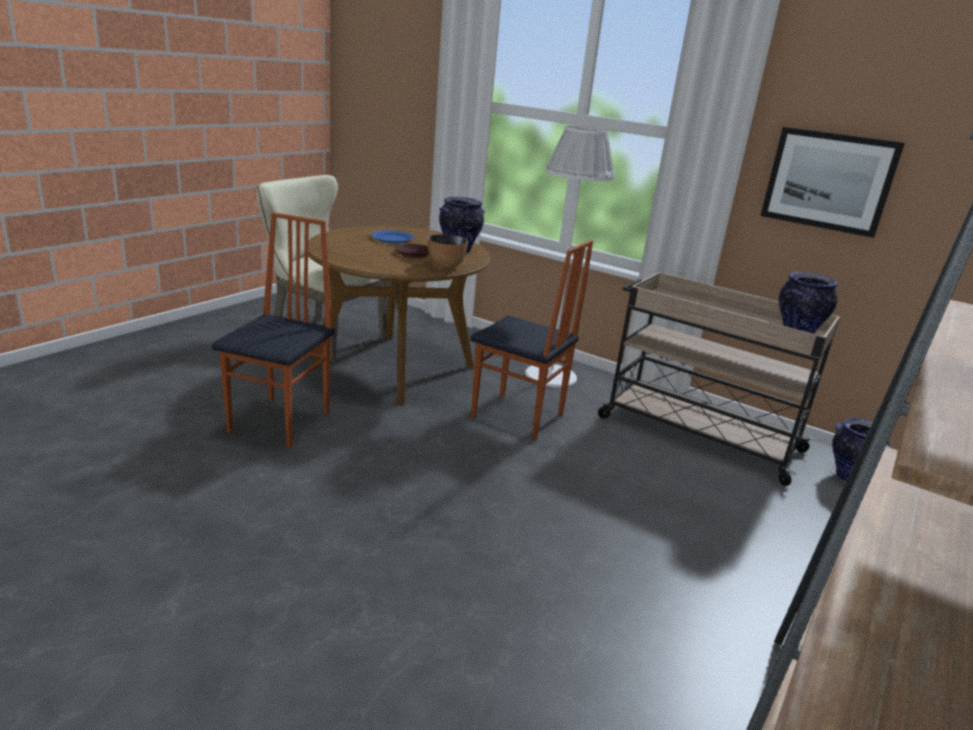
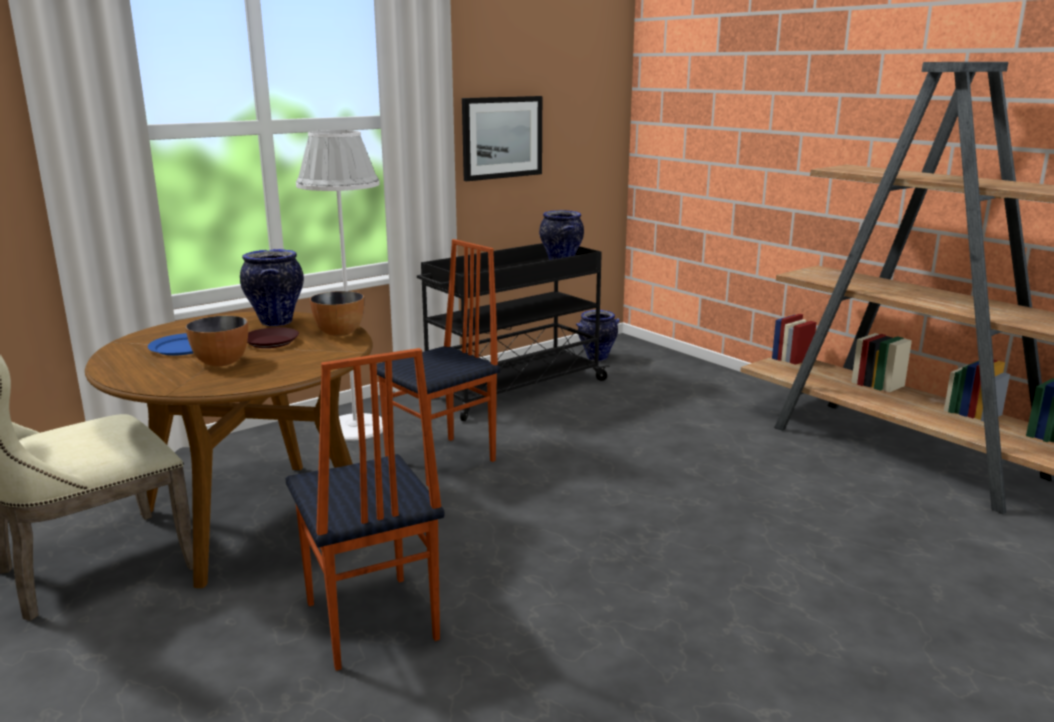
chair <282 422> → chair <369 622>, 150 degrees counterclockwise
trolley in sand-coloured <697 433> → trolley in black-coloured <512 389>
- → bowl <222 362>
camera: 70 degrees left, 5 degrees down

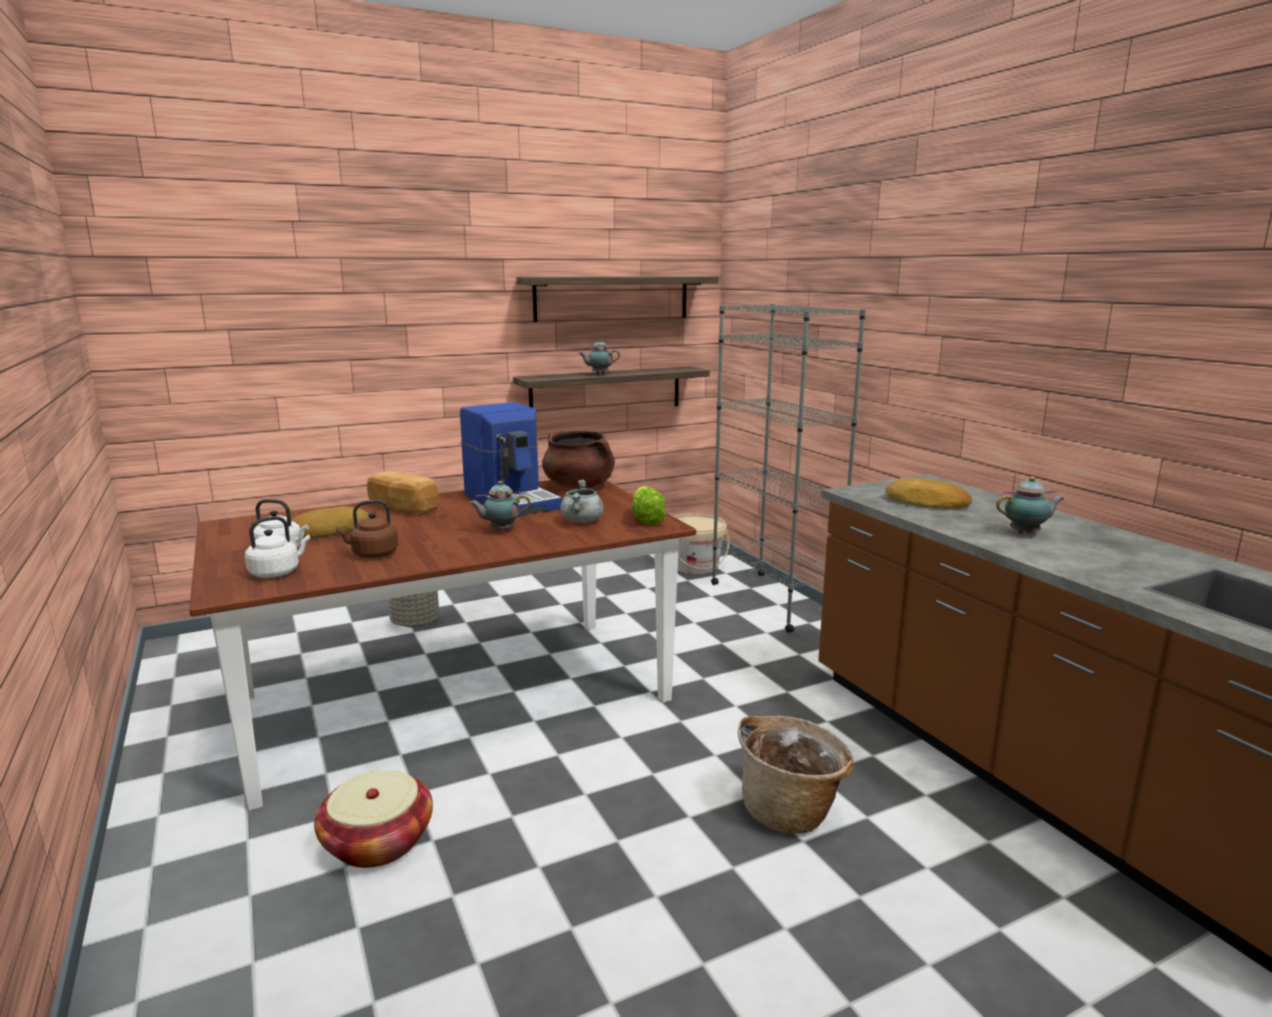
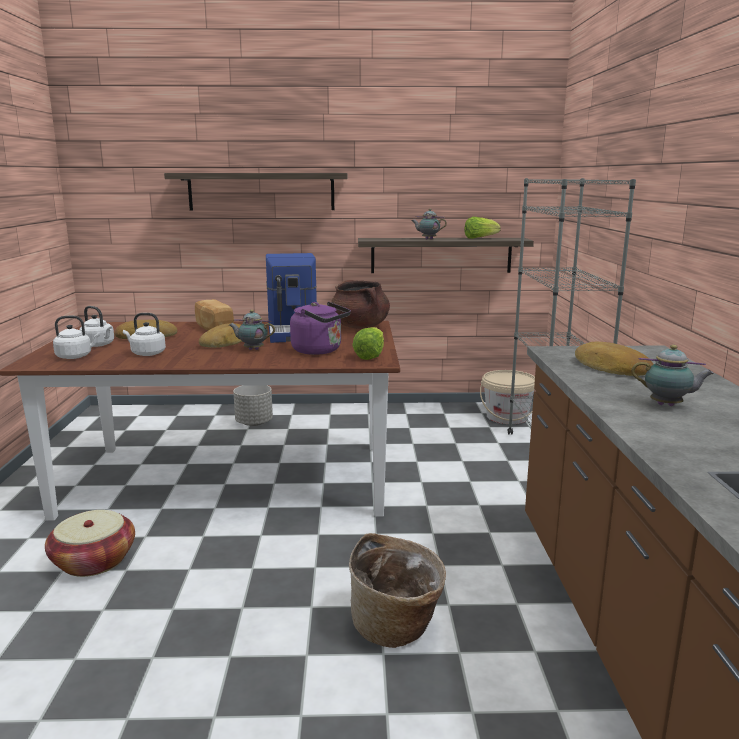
shelf <612 298> → shelf <261 191>, moved
cooking pot in grey <582 521> → kettle in purple-coloured <320 351>
kettle in brownish <372 554> → kettle in white <146 353>
- → lettuce <479 238>
- → bakery bread <226 342>
camera: 25 degrees right, 0 degrees up

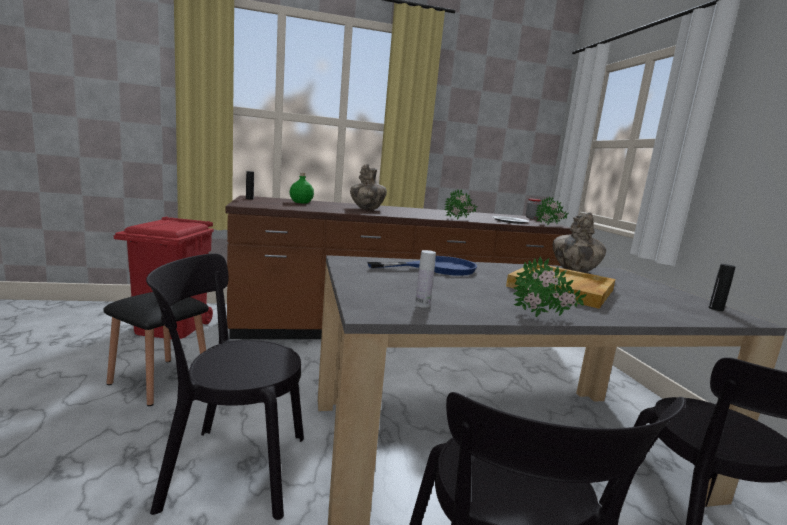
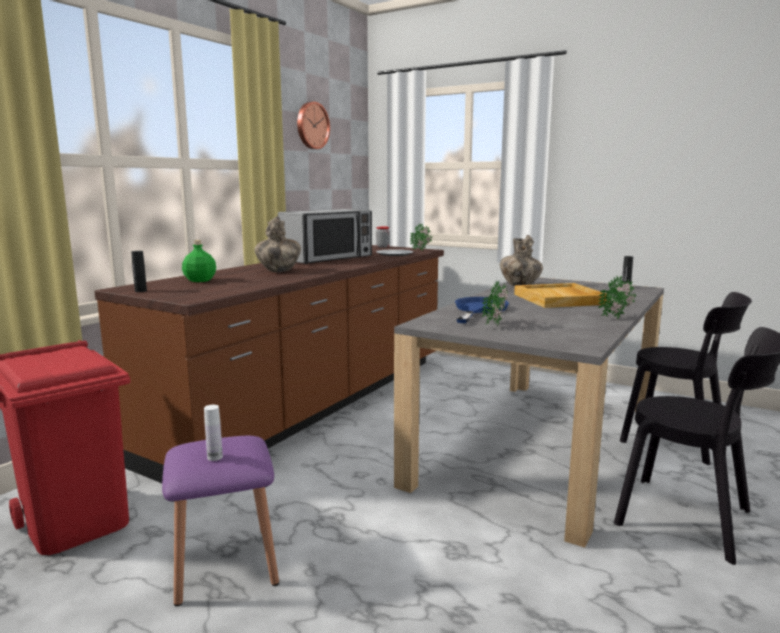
houseplant <460 219> → houseplant <496 324>, moved
beverage bottle in white <422 305> → beverage bottle in white <215 457>, moved
chair in black-coloured <229 469> → -
sitting stool in black-coloured <160 381> → sitting stool in purple-coloured <225 564>
- → hanging clock <311 125>
- → microwave oven <327 258>
camera: 45 degrees left, 0 degrees up

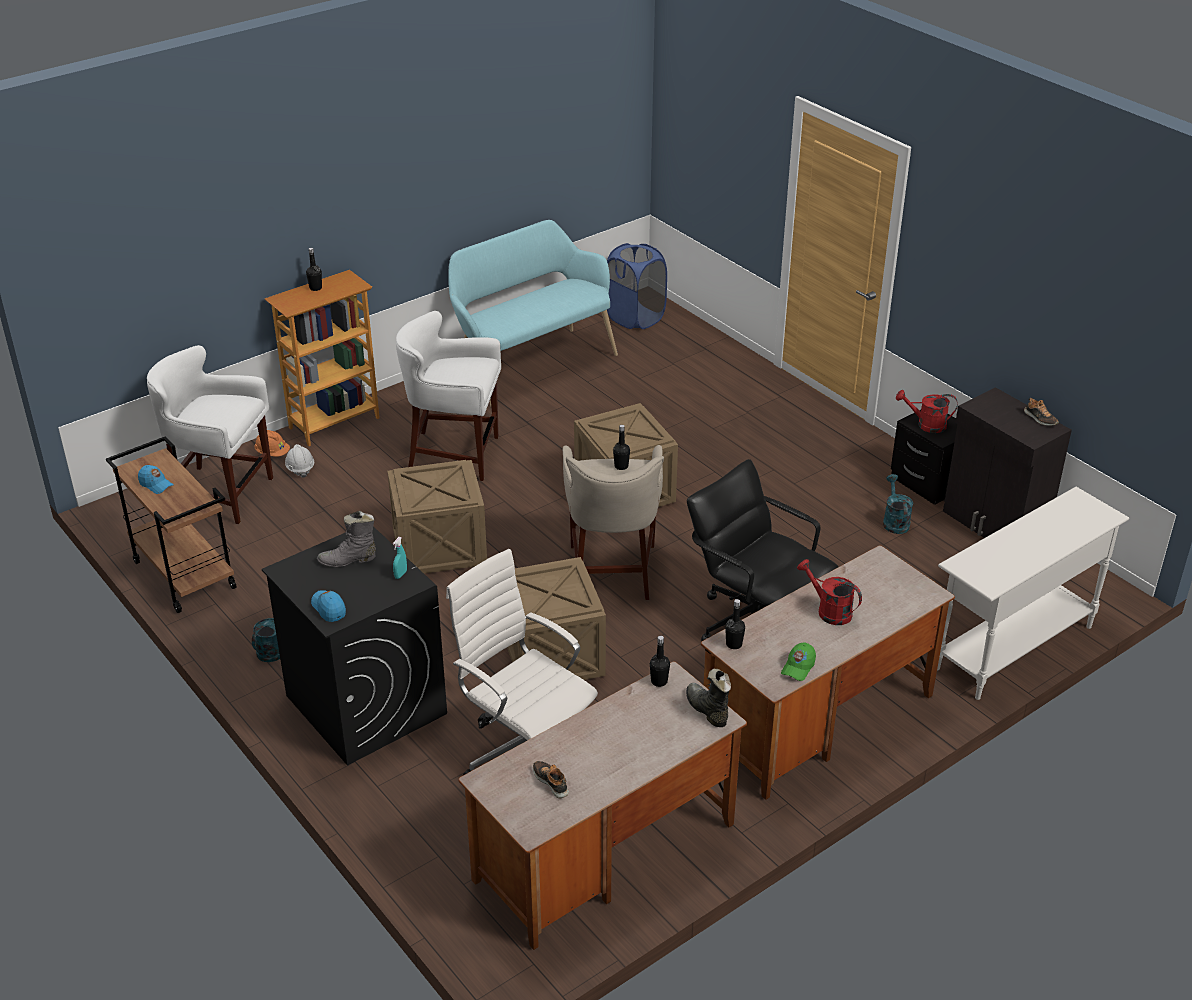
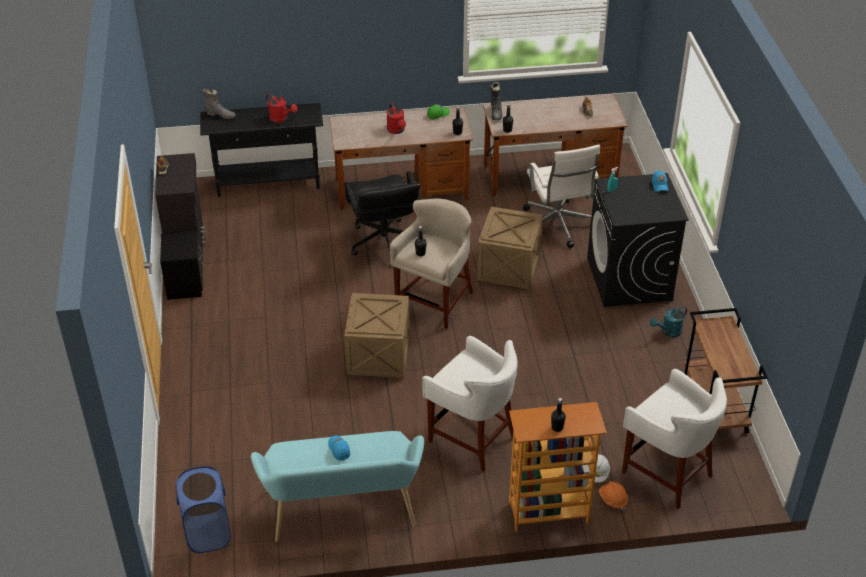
sprinkling can in red-coloured <926 425> → sprinkling can in red-coloured <281 119>, moved
shipping crate <438 548> → -
cap in bluish <156 484> → cap in bluish <339 449>, moved
sprinkling can in turquoise <894 521> → -
narrow table in white <1013 647> → narrow table in black-coloured <268 183>
boot in grey <348 560> → boot in grey <220 115>, moved
camera: 150 degrees left, 5 degrees up

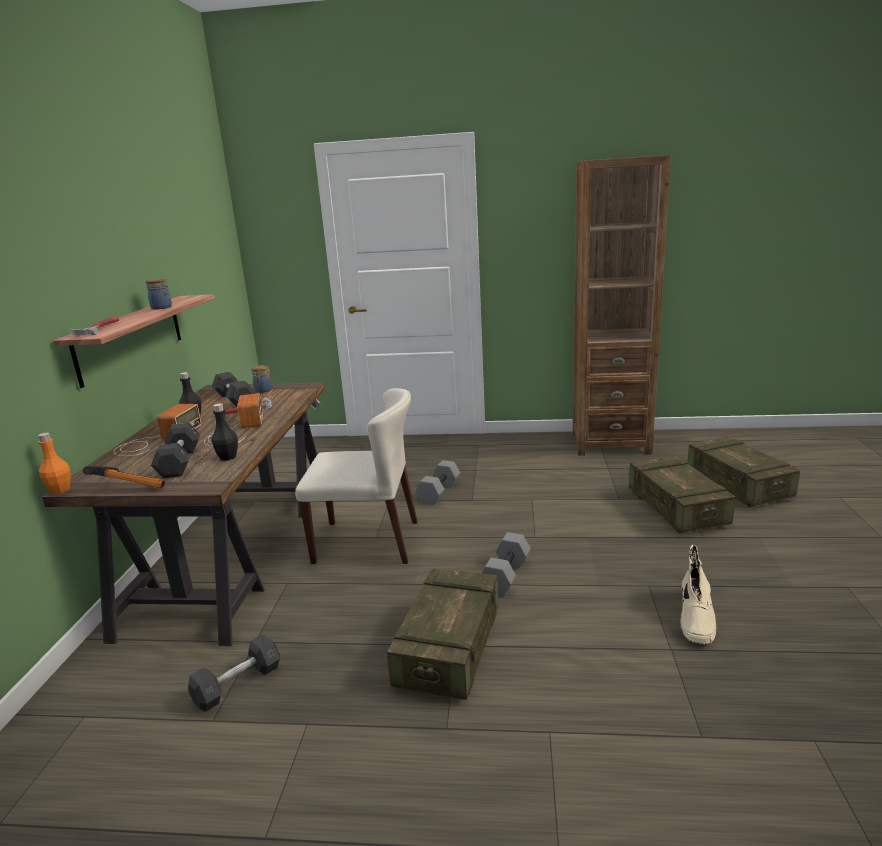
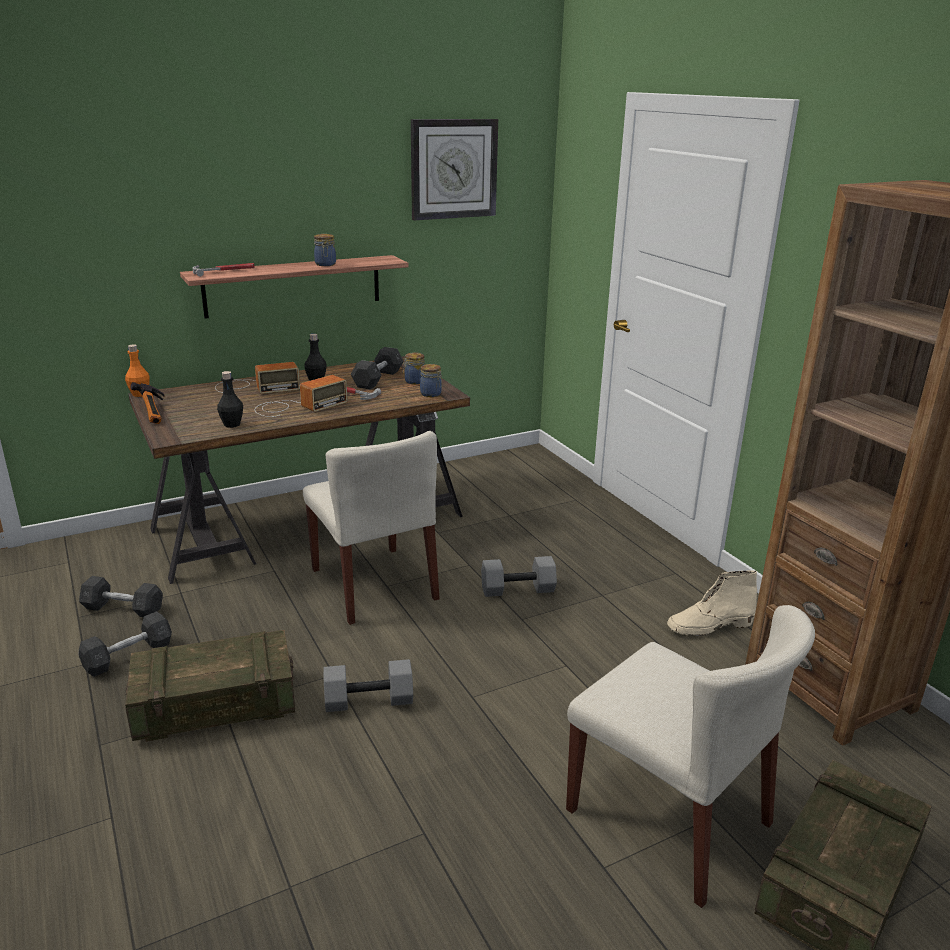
dumbbell in grey <180 462> → dumbbell in grey <128 656>, moved
shipping crate <676 509> → chair in sand-coloured <670 817>
boot in sand-coloured <696 618> → boot in sand-coloured <709 626>, moved
- → hanging clock <453 169>
- → storage jar <431 394>
camera: 55 degrees right, 5 degrees up

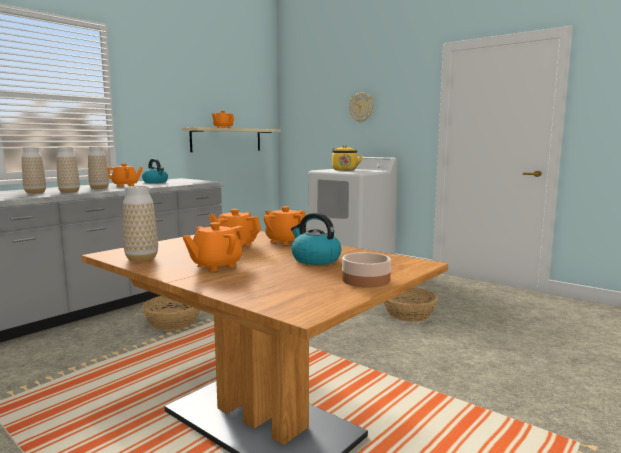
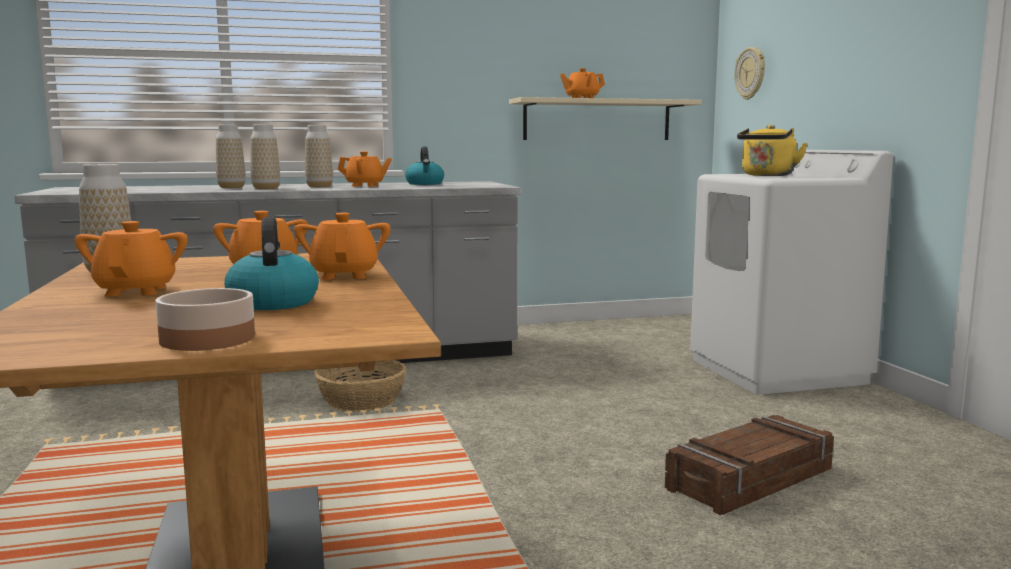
hanging clock <361 107> → hanging clock <751 73>, moved
tea pot in orangey <216 266> → tea pot in orangey <136 291>, 90 degrees clockwise
basket <409 314> → shipping crate <751 480>
camera: 35 degrees right, 0 degrees up

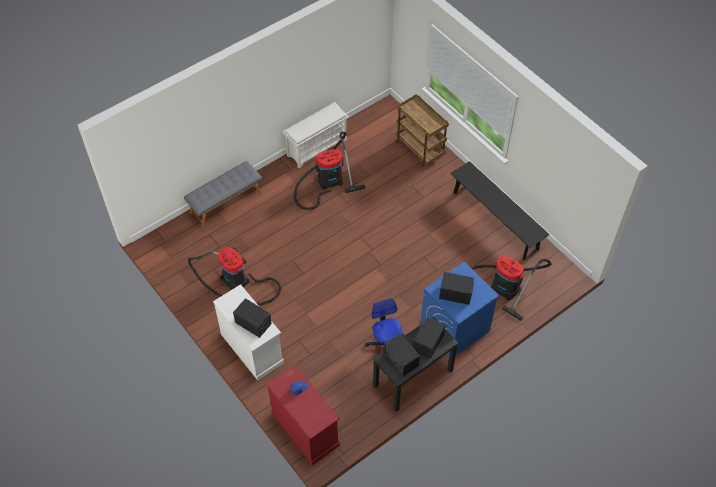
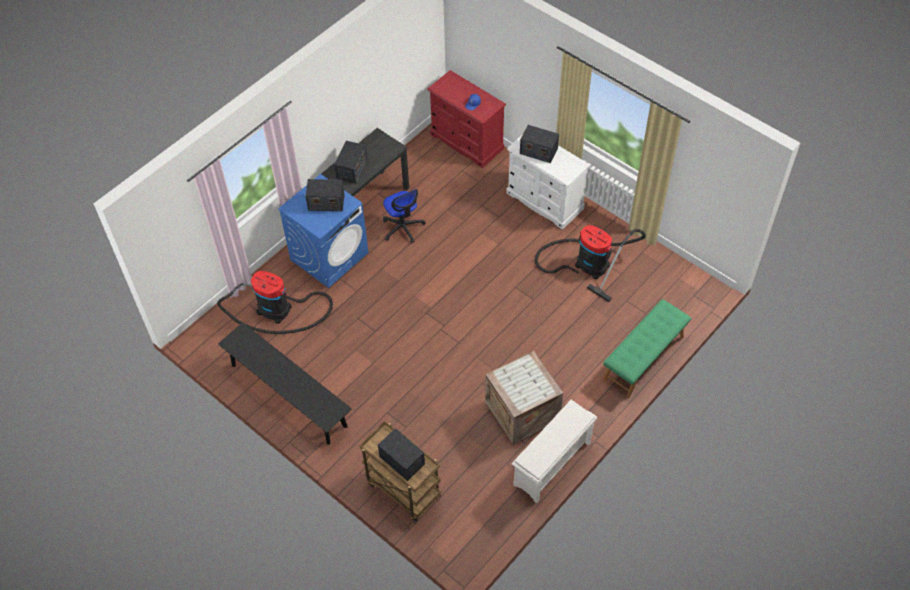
vacuum cleaner <327 181> → shipping crate <522 412>
indoor bench in grey <225 202> → indoor bench in greenish <644 358>
radio <401 359> → radio <402 460>, moved
camera: 170 degrees right, 0 degrees up

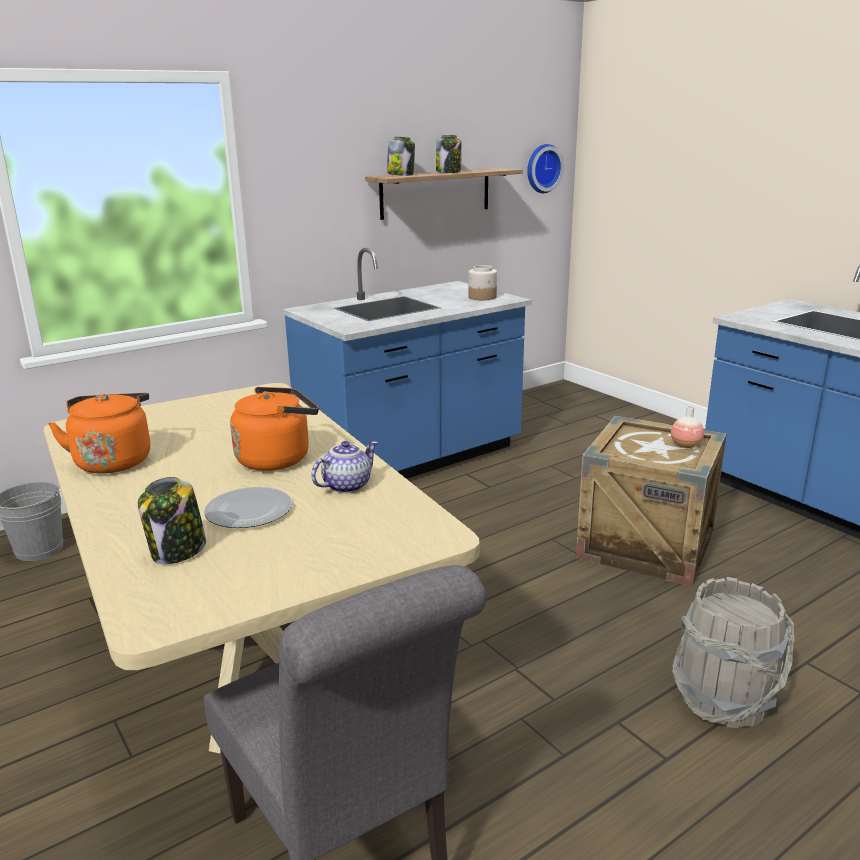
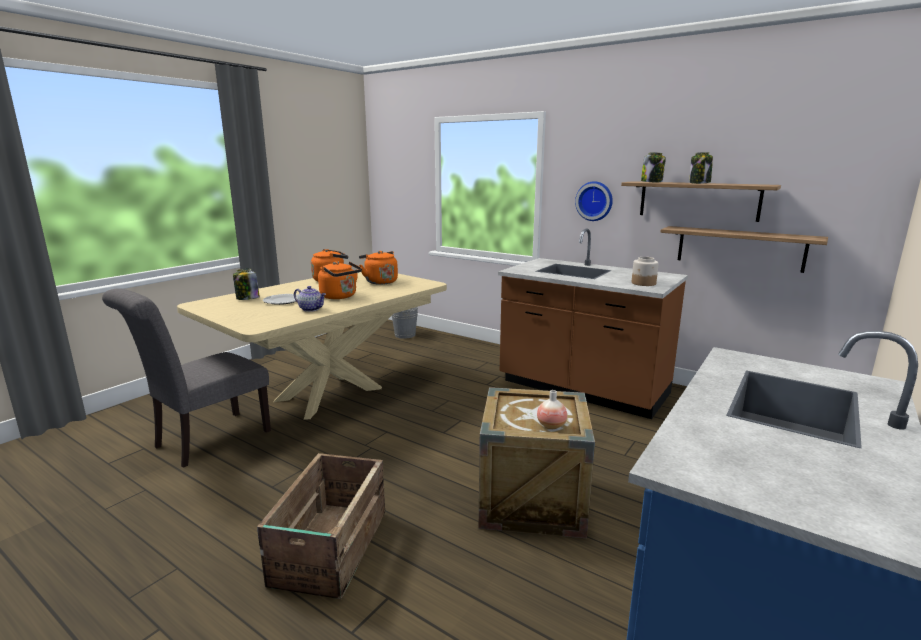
hanging clock <542 168> → hanging clock <594 201>, moved
kitchen counter in bluish <412 459> → kitchen counter in brownish <582 389>
water bucket in grey <724 700> → shipping crate <329 548>
- → shelf <739 248>
- → kettle in orangey <380 282>
camera: 70 degrees right, 5 degrees down

